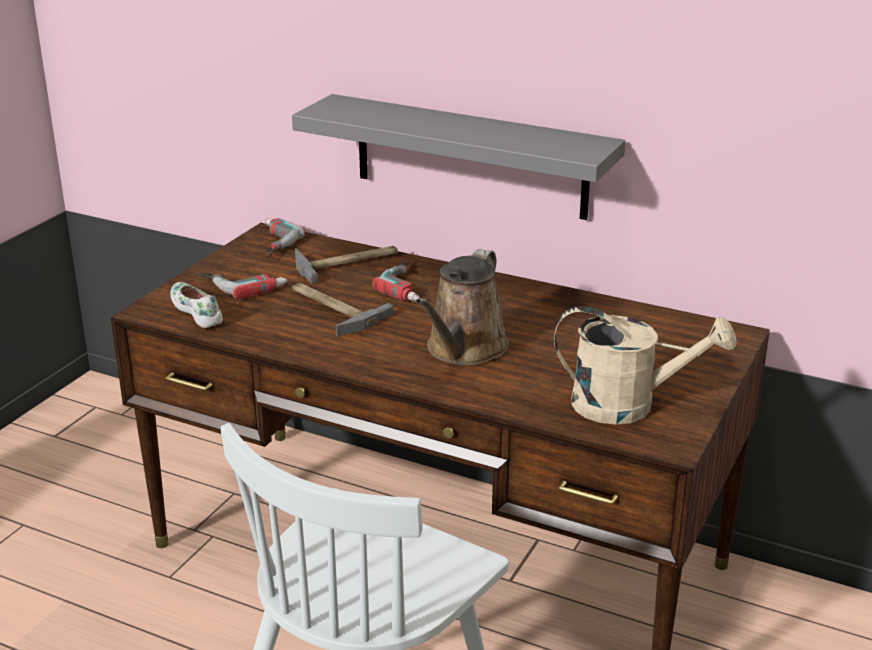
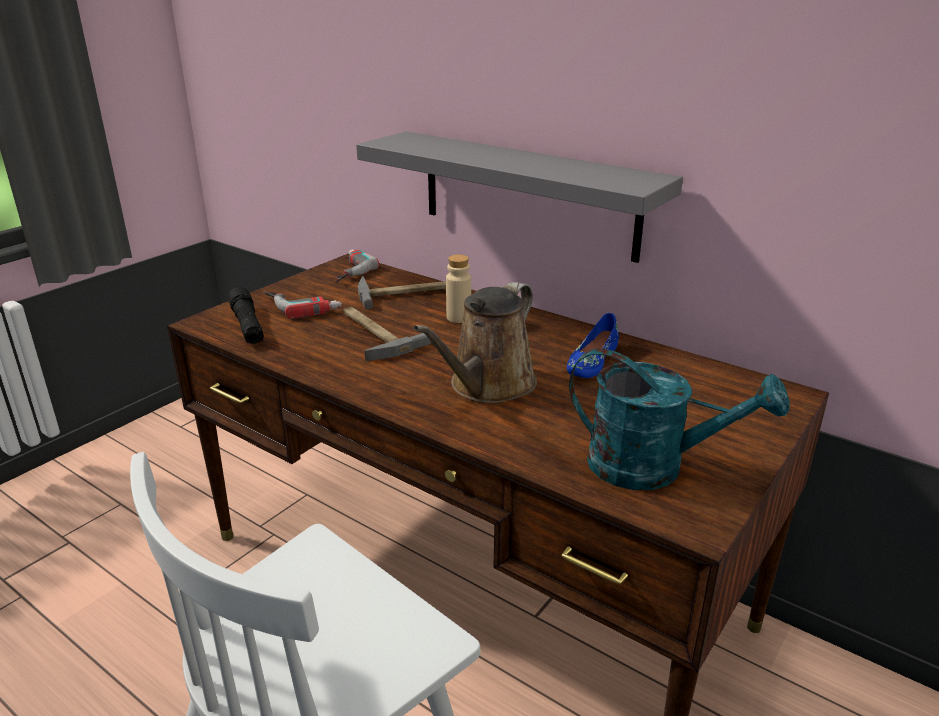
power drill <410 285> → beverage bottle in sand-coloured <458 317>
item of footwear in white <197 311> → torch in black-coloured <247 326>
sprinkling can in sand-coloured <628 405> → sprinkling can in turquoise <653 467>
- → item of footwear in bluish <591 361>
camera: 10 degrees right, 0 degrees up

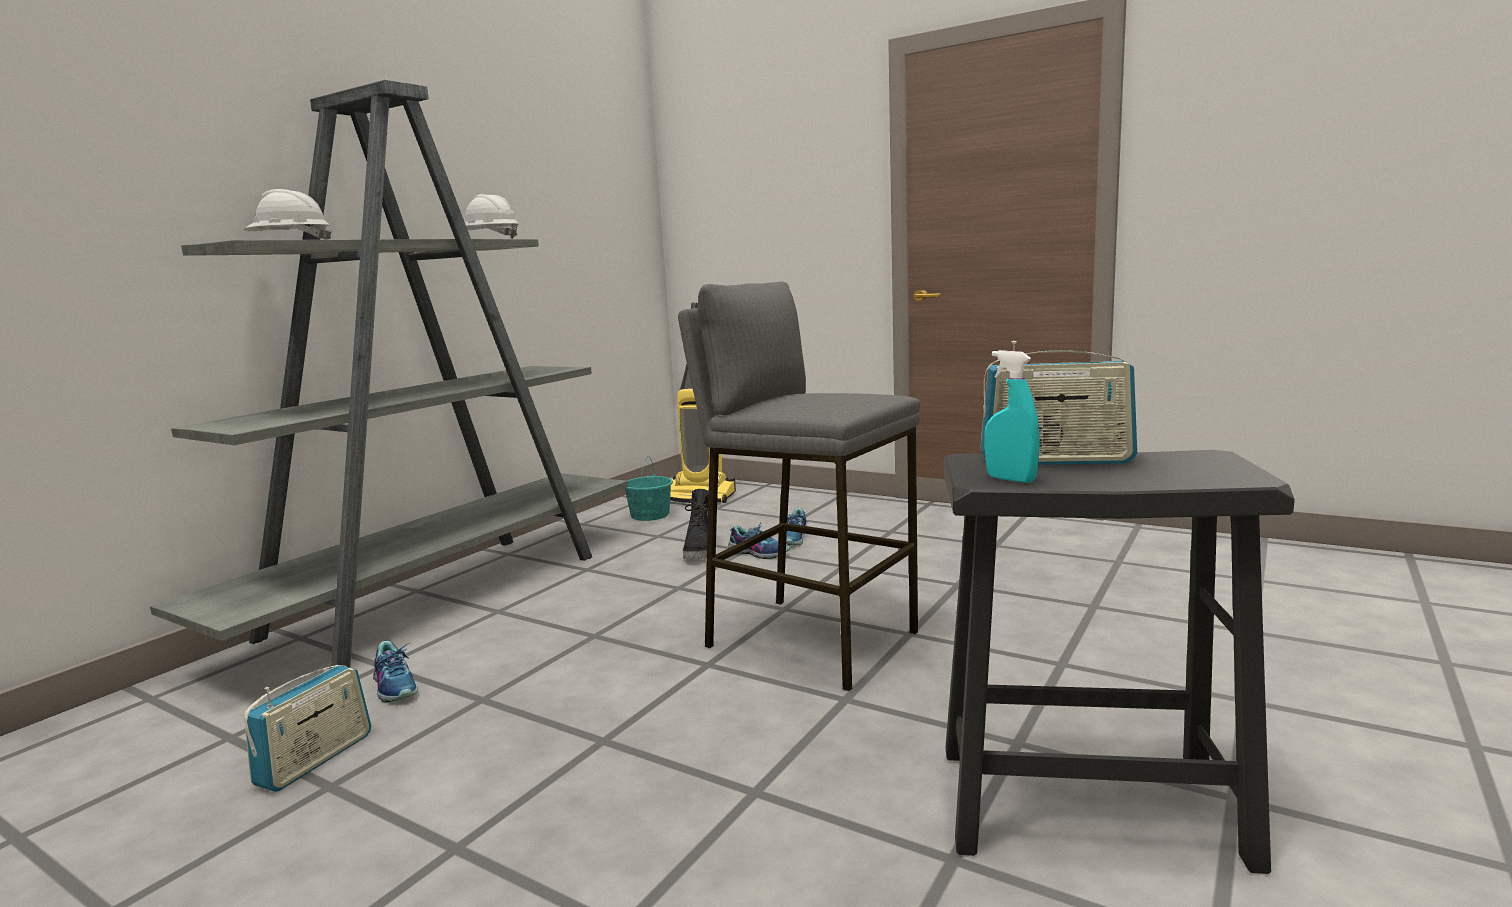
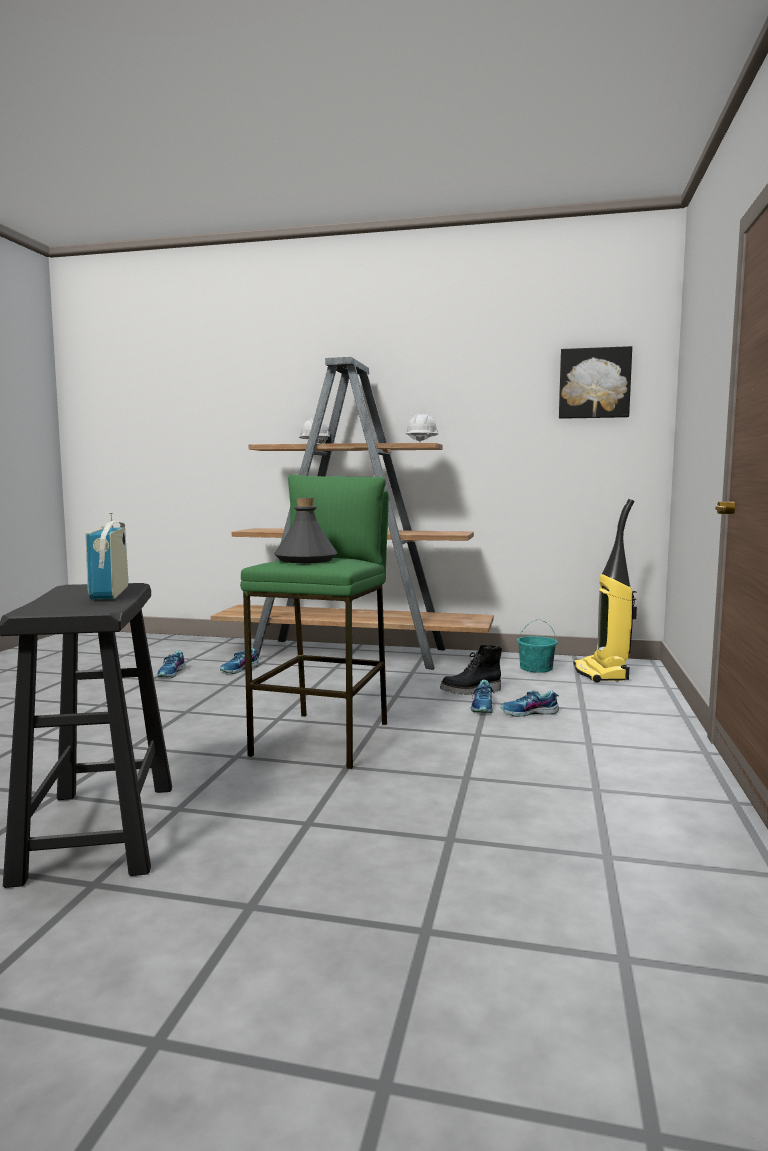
bookshelf in grey <443 594> → bookshelf in brownish <353 654>
sitting stool in grey <810 639> → sitting stool in greenish <324 739>
spray bottle in turquoise <1010 479> → -
radio <316 760> → item of footwear <172 673>
- → picture <594 383>
- → beverage bottle in grey <305 560>
camera: 70 degrees right, 5 degrees down

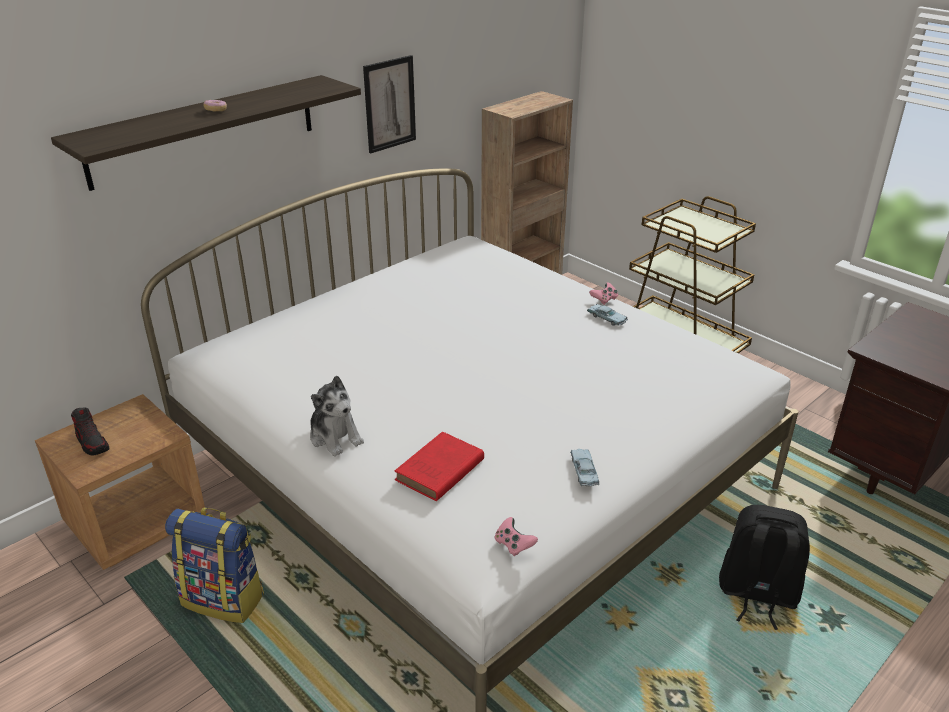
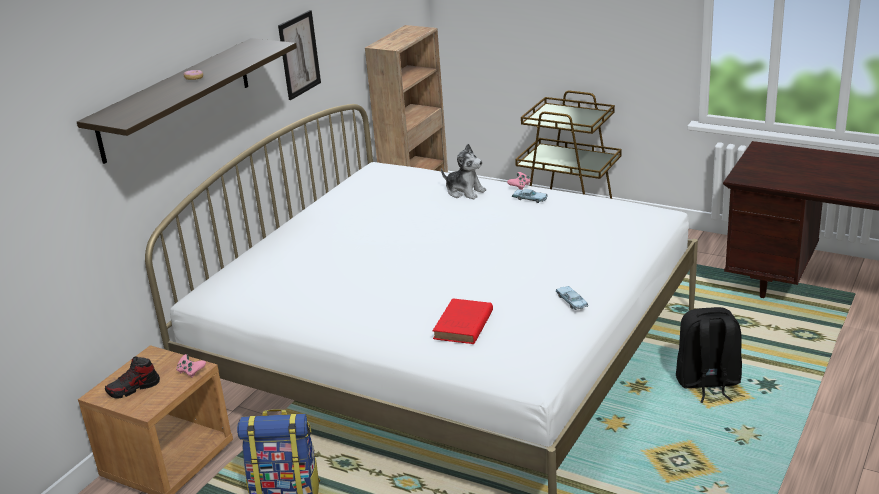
cuddly toy <335 437> → cuddly toy <465 192>, moved
item of footwear <92 443> → item of footwear <134 388>, 120 degrees clockwise
game controller in pink-coloured <513 545> → game controller in pink-coloured <191 372>, moved
camera: 15 degrees left, 5 degrees down

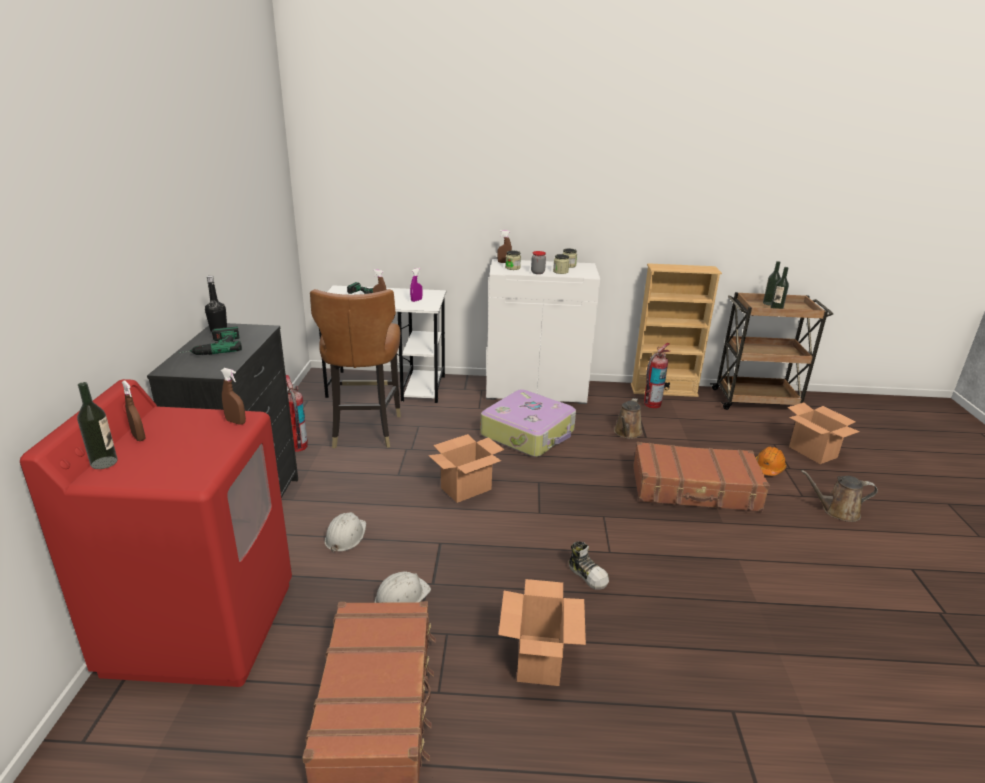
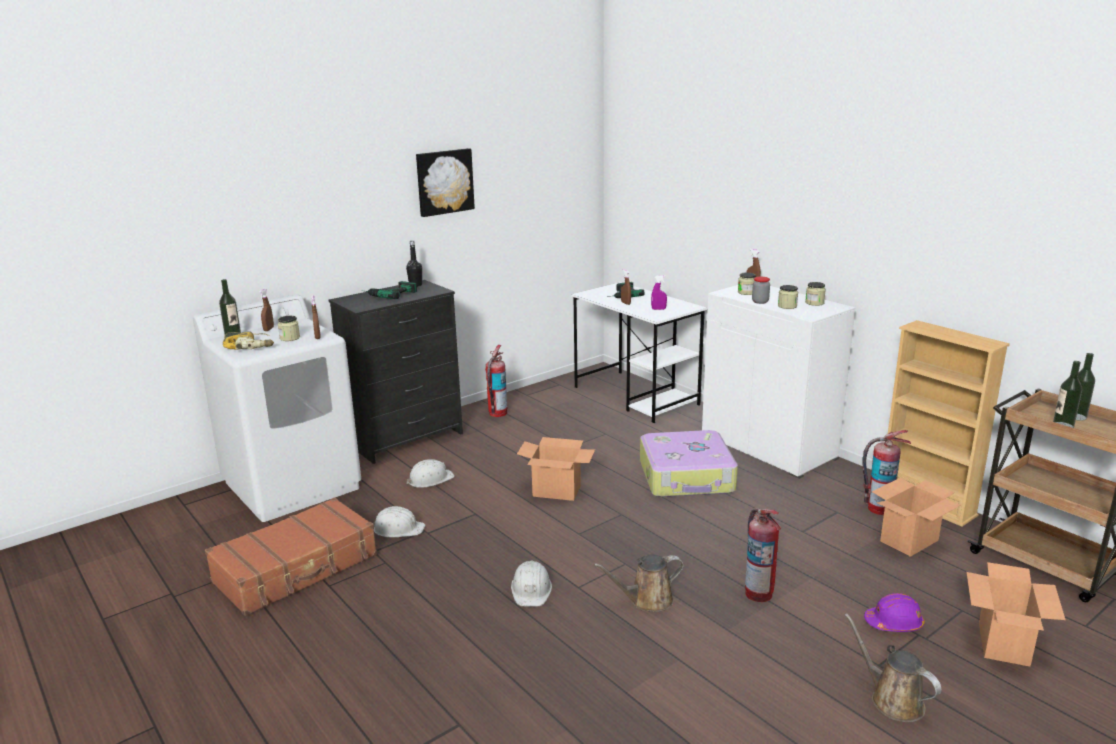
chair in brownish <364 430> → -
laundry appliance in red-coloured <202 625> → laundry appliance in white <293 485>
sprinkling can in brownish <627 433> → sprinkling can in brownish <647 600>, moved
travel case in brownish <695 489> → extinguisher <758 593>
hard hat in orangey <768 468> → hard hat in purple-coloured <894 623>
item of footwear <588 575> → hard hat in white <531 589>
packing box <538 659> → packing box <909 540>, moved
- → picture <444 182>
- → storage jar <290 338>
- → power drill <249 346>
camera: 50 degrees right, 5 degrees down

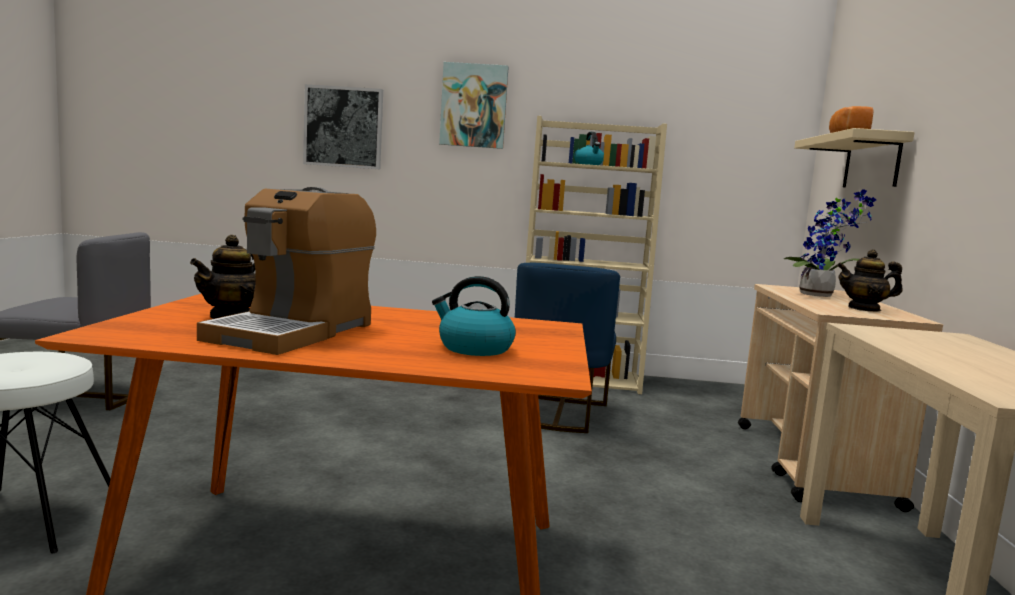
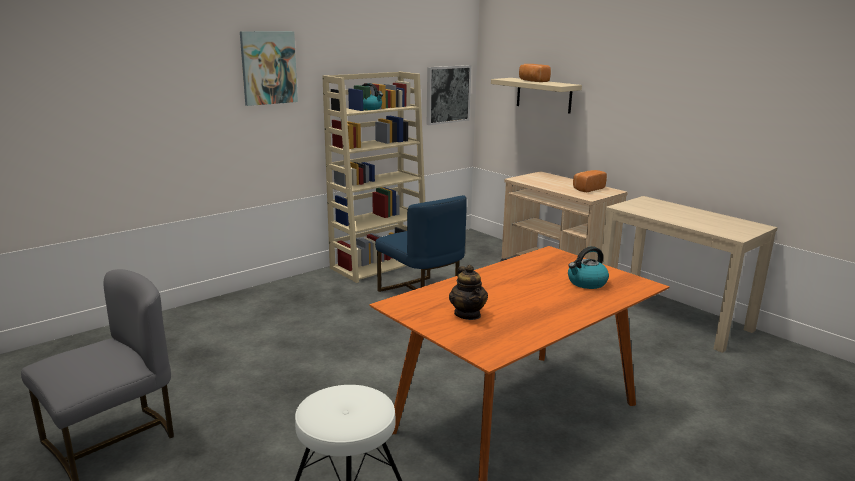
picture <343 127> → picture <447 94>, moved
coffee brewer <294 332> → -
houseplant <820 295> → -
tea pot <864 309> → bakery bread <587 189>
camera: 45 degrees left, 10 degrees up

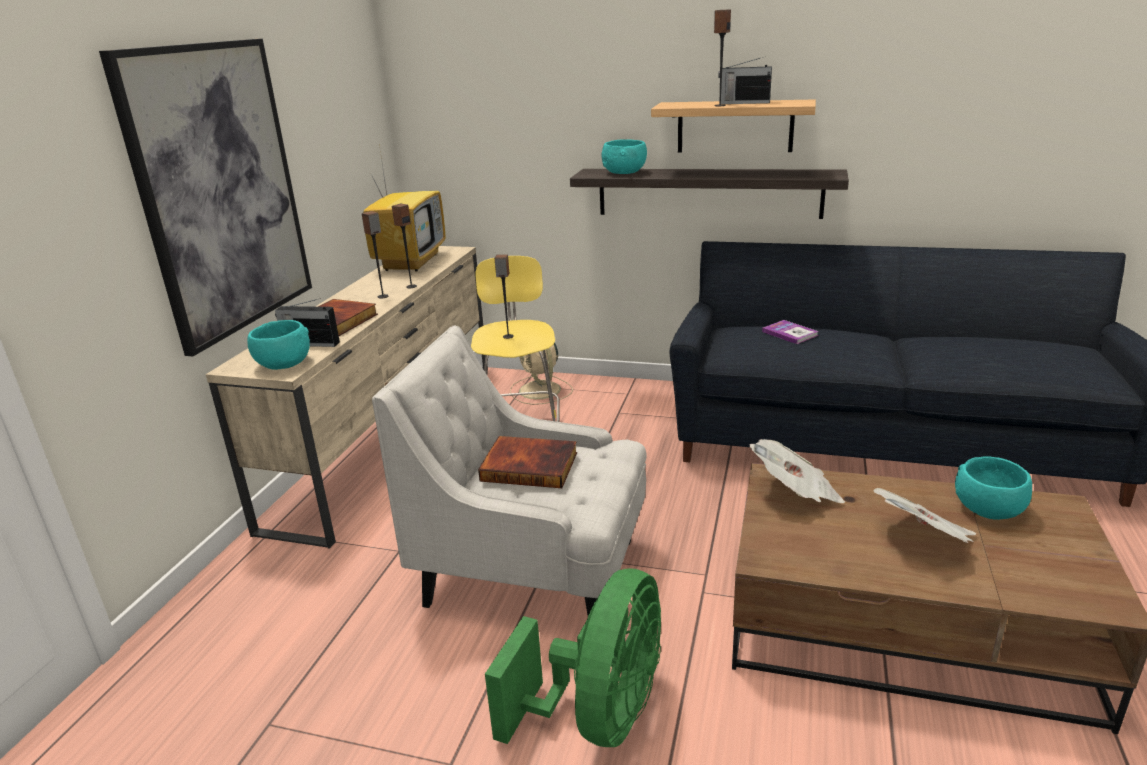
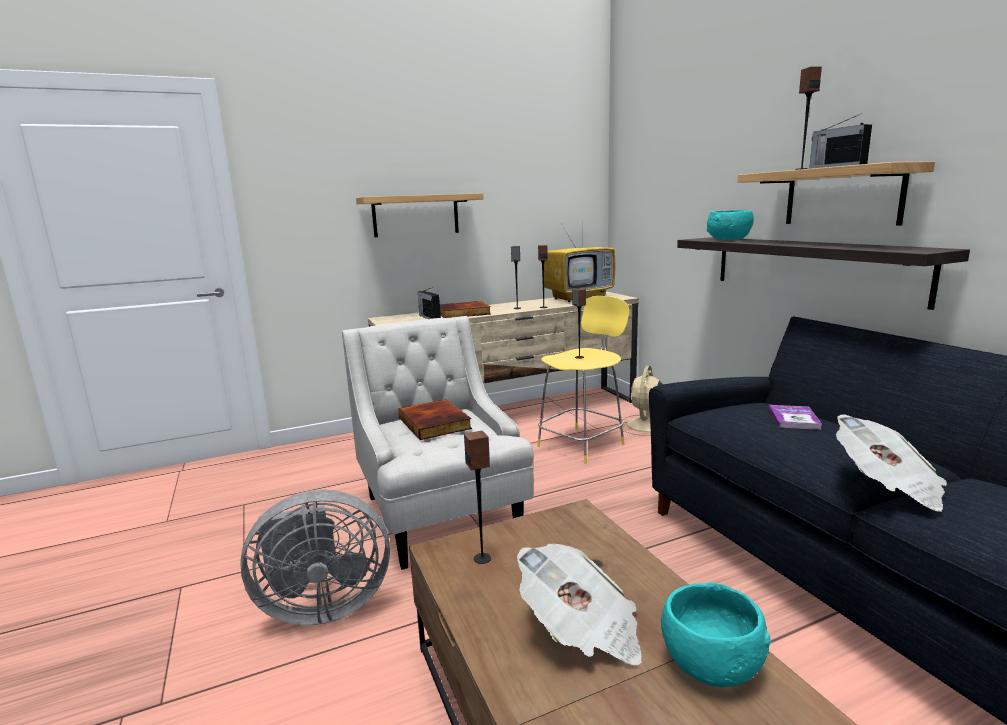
picture <220 191> → shelf <416 215>
bowl in turquoise <282 364> → -
newspaper <795 493> → newspaper <887 486>, moved
cooling fan in greenish <599 715> → cooling fan in grey <321 607>
- → speaker <482 558>
camera: 50 degrees right, 10 degrees down

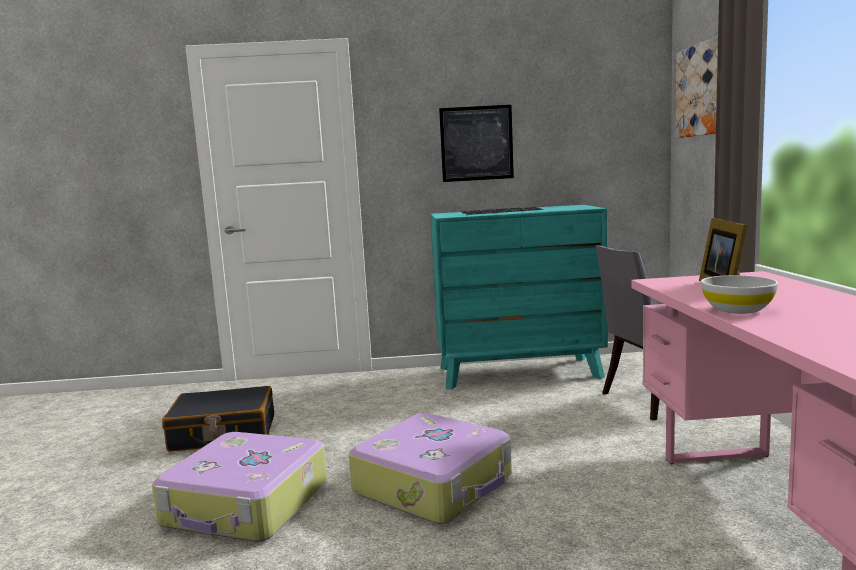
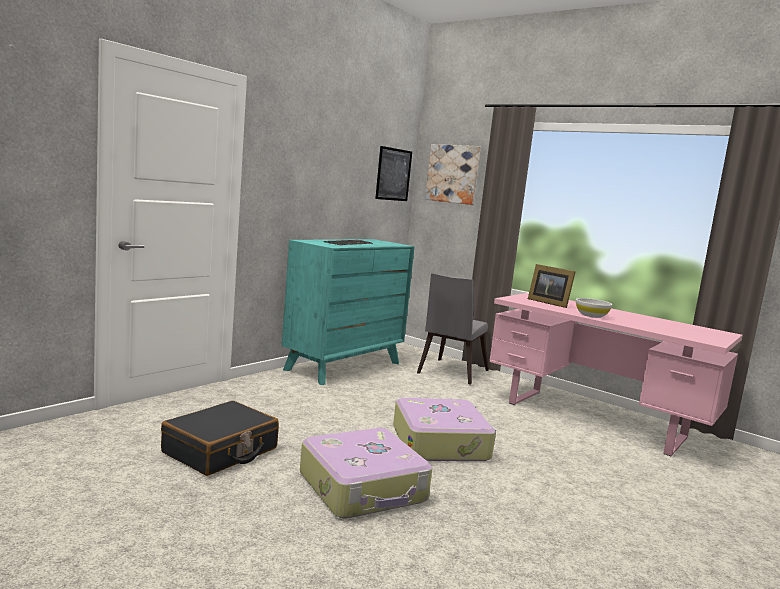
picture <476 143> → picture <393 174>, moved
camera: 50 degrees left, 0 degrees up

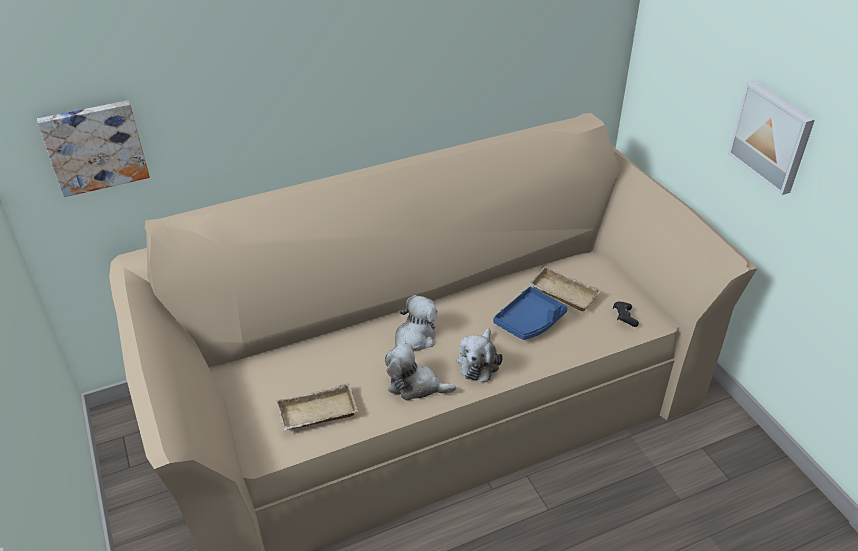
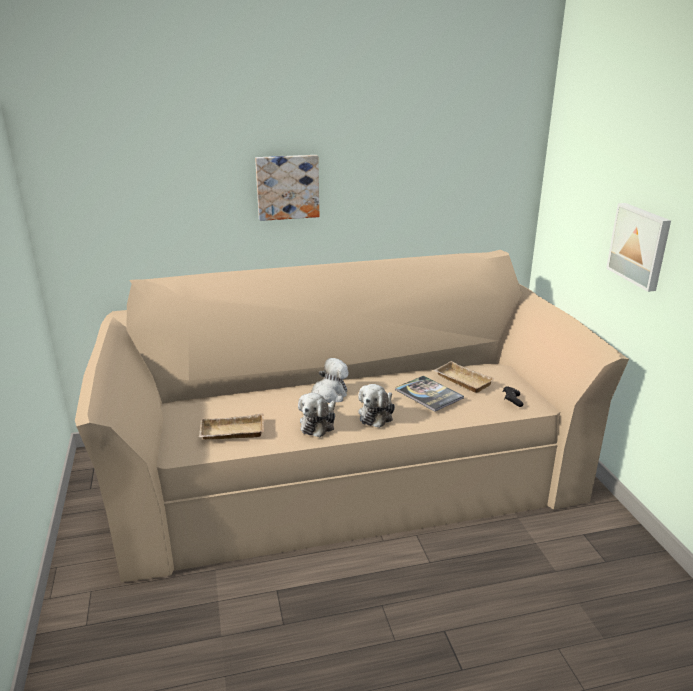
picture <95 146> → picture <287 187>, moved
carrying tray in bluish <530 321> → volume <428 394>
cuddly toy <415 385> → cuddly toy <319 424>, 90 degrees counterclockwise
camera: 10 degrees right, 15 degrees down

